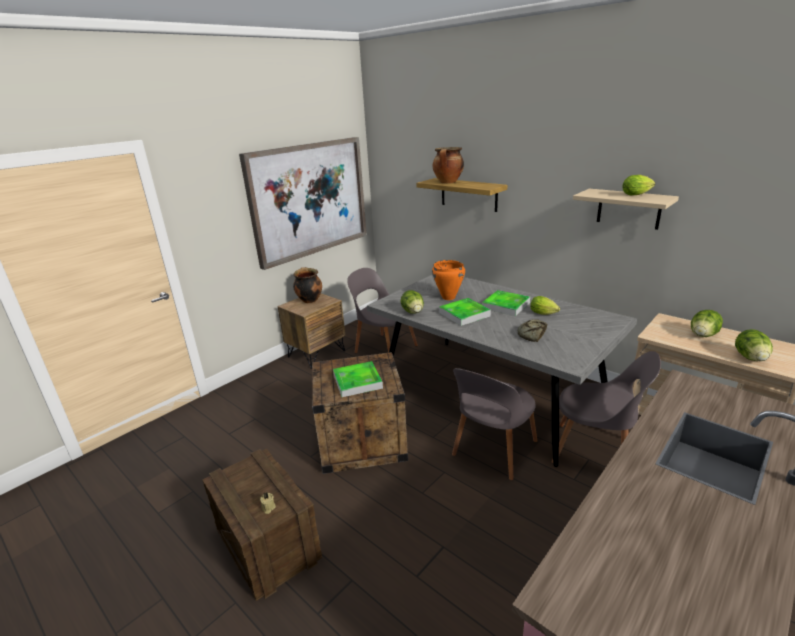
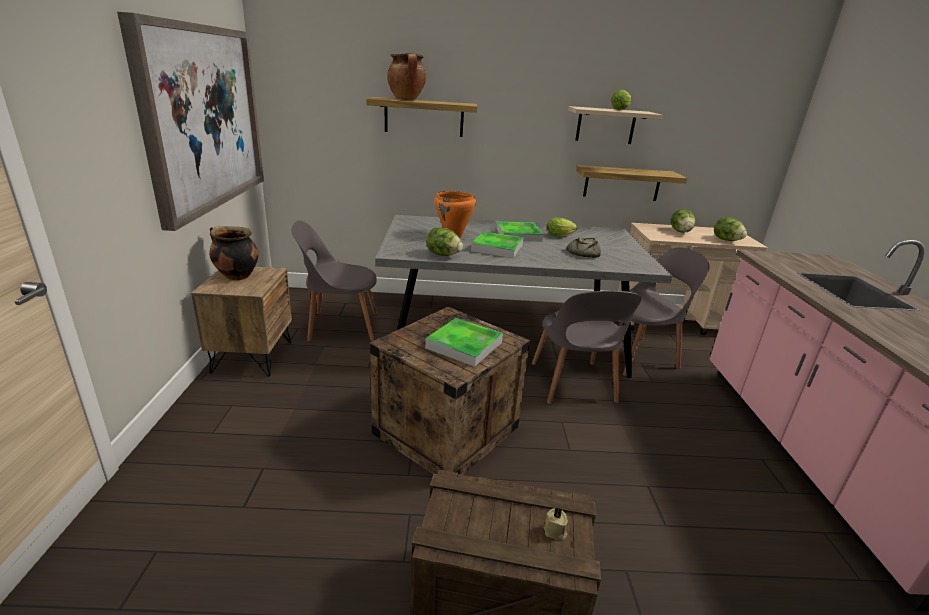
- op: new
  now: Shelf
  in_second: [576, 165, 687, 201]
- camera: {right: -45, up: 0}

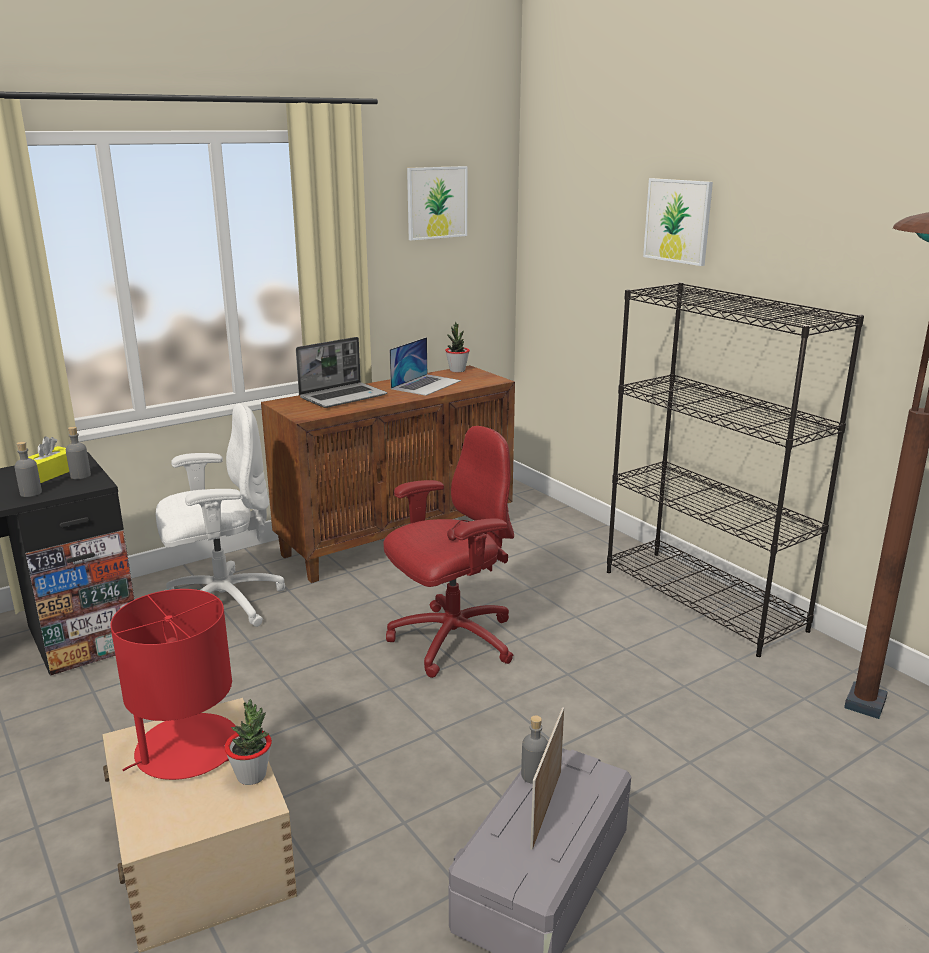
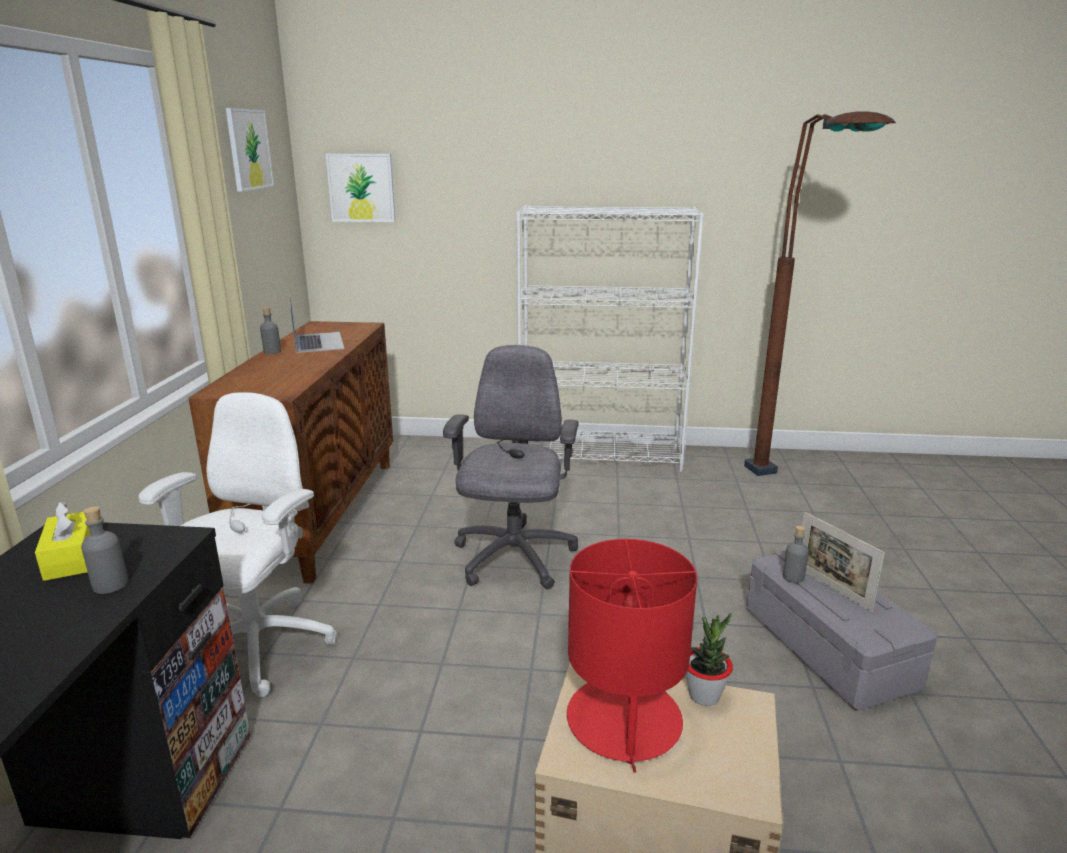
- op: gone
  was: Laptop
  in_first: [296, 337, 387, 408]
- op: gone
  was: PottedPlant
  in_first: [445, 322, 470, 372]
- op: shifted
  was: GreyBottle
  in_first: [66, 427, 91, 479]
  in_second: [260, 307, 281, 354]
- op: shifted
  was: Picture
  in_first: [643, 178, 713, 266]
  in_second: [326, 154, 396, 222]
- op: repainted
  was: RedOfficeChair
  now: GreyOfficeChair
  in_first: [383, 426, 514, 678]
  in_second: [443, 345, 579, 589]
- op: repainted
  was: BlackBookcase
  now: WhiteBookcase
  in_first: [607, 282, 864, 657]
  in_second: [516, 205, 704, 472]
- camera: {right: -50, up: 0}

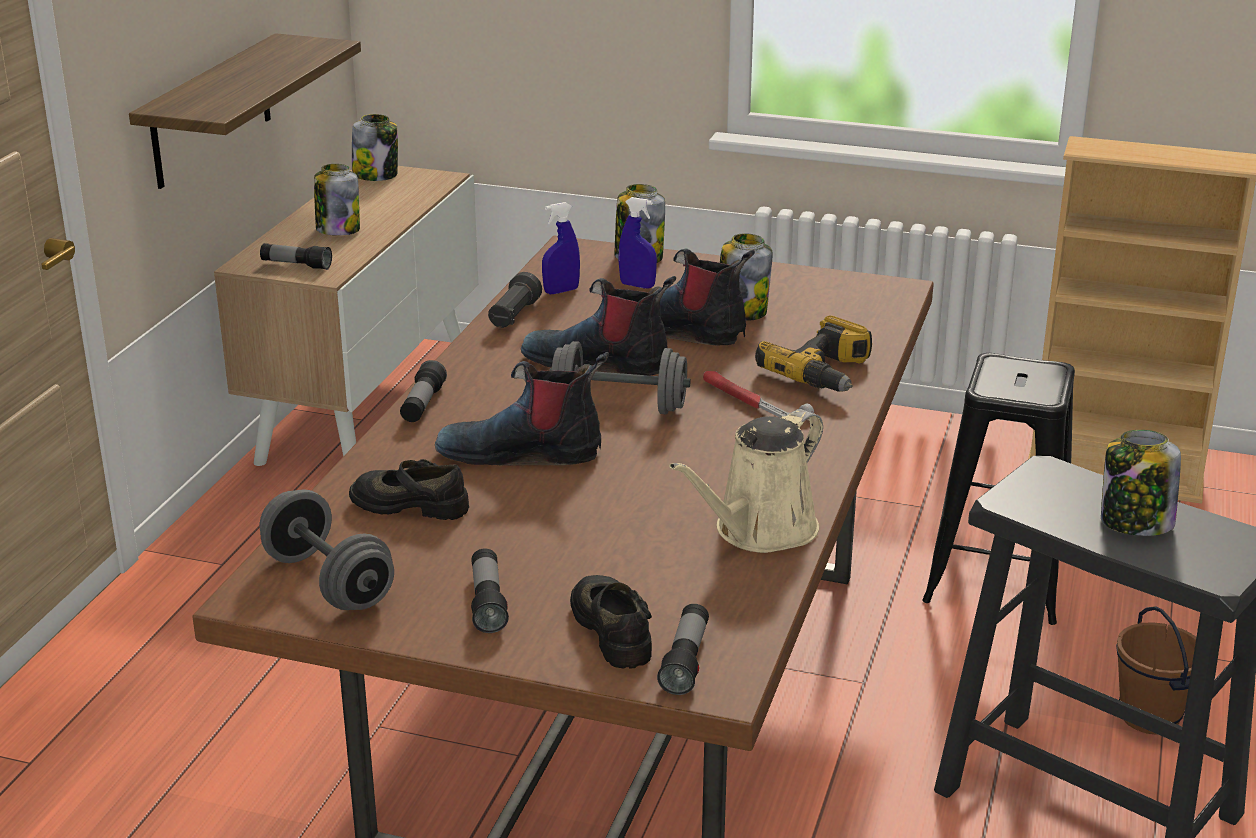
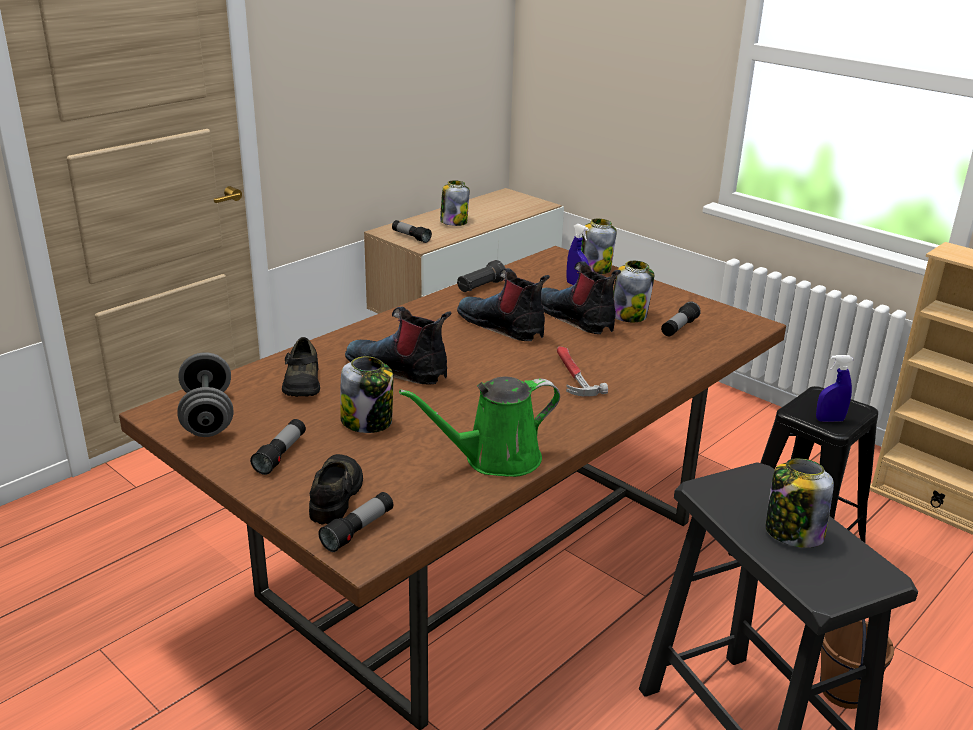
- op: gone
  was: Shelf
  in_first: [129, 33, 361, 189]
- op: gone
  was: GreyDumbbell
  in_first: [549, 341, 691, 415]
- op: gone
  was: PowerDrill
  in_first: [755, 315, 872, 392]
- op: shifted
  was: Jar
  in_first: [352, 114, 398, 181]
  in_second: [340, 356, 393, 433]
- op: shifted
  was: Flashlight
  in_first: [400, 360, 447, 422]
  in_second: [661, 301, 701, 336]
- op: shifted
  was: BlueSprayBottle
  in_first: [542, 202, 580, 294]
  in_second: [816, 355, 854, 422]
- op: repainted
  was: BeigeWateringCan
  now: GreenWateringCan
  in_first: [669, 410, 823, 553]
  in_second: [399, 377, 560, 477]
- op: rotated
  was: BlackShoe
  in_first: [349, 459, 469, 520]
  in_second: [282, 337, 320, 397]
  clockwise: -135
- camera: {right: 25, up: 0}

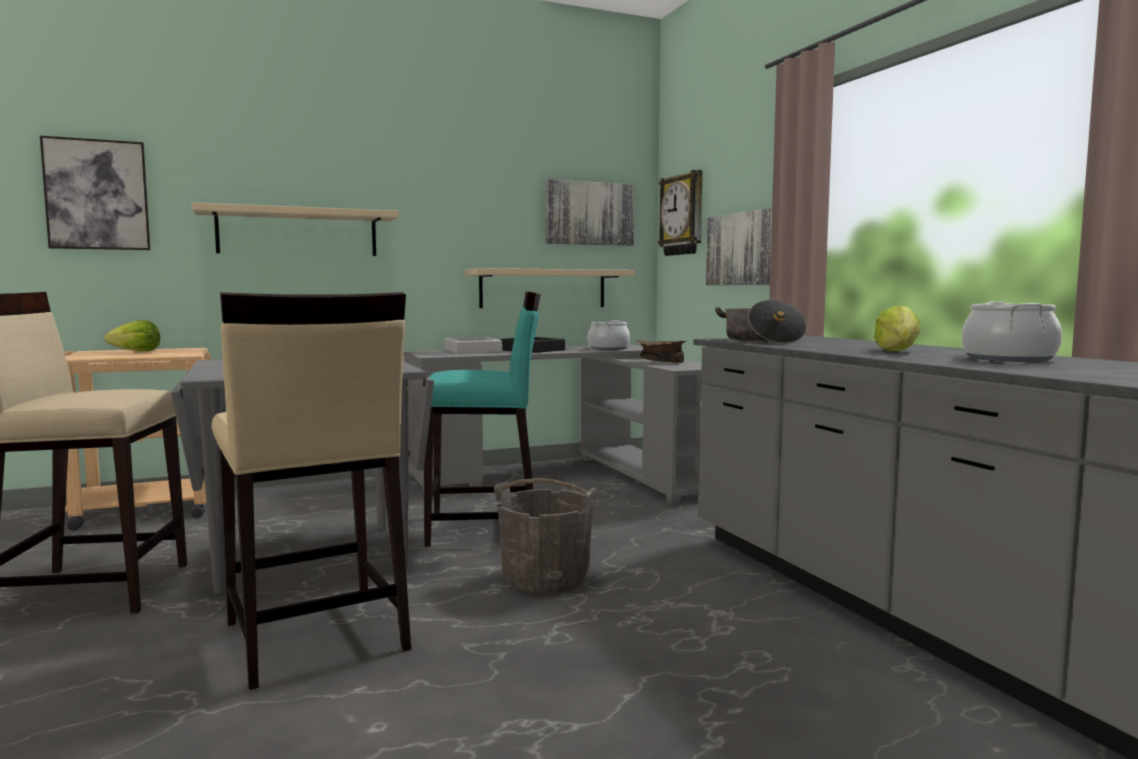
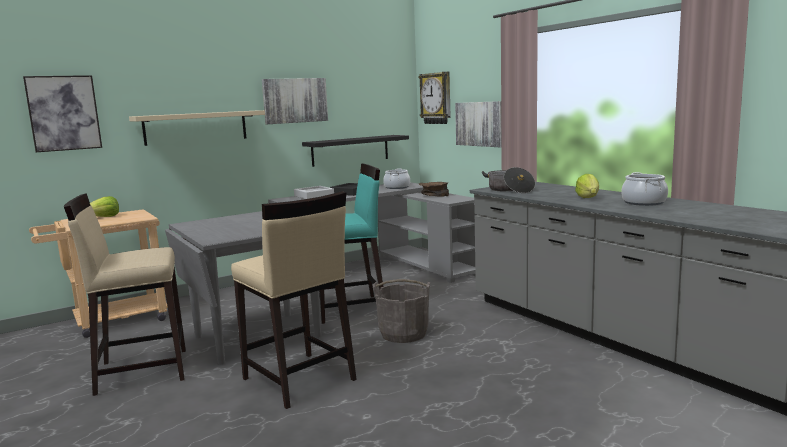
- op: shifted
  was: Picture
  in_first: [546, 179, 635, 246]
  in_second: [262, 78, 328, 124]
- op: repainted
  was: BeigeShelf
  now: BlackShelf
  in_first: [465, 268, 635, 308]
  in_second: [302, 135, 409, 167]
- camera: {right: -10, up: 5}

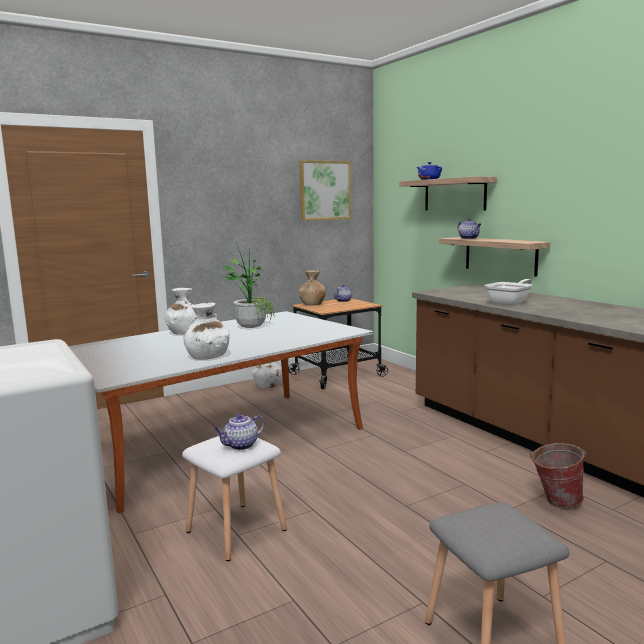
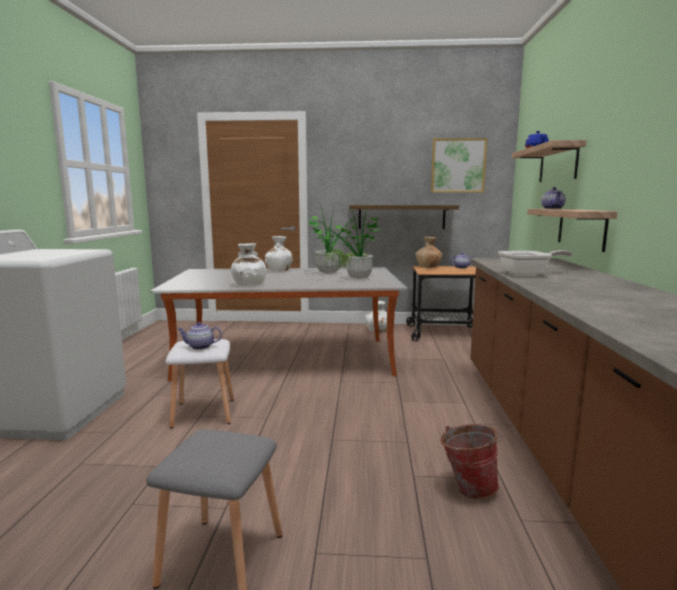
- op: new
  now: PottedPlant
  in_second: [318, 203, 381, 279]
- op: new
  now: Shelf
  in_second: [349, 205, 459, 229]
- camera: {right: 35, up: 0}

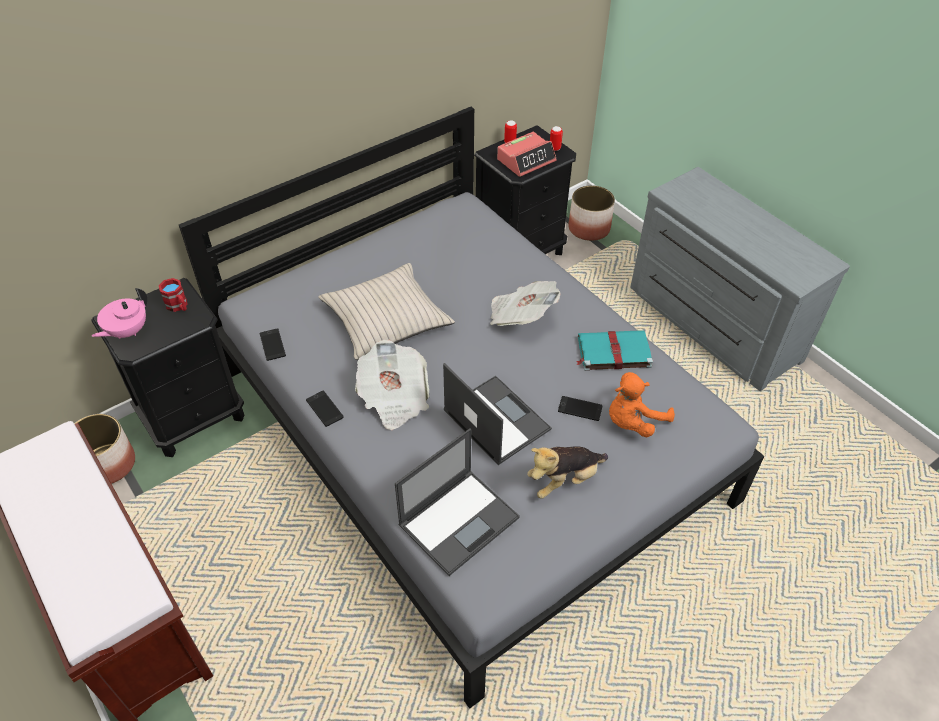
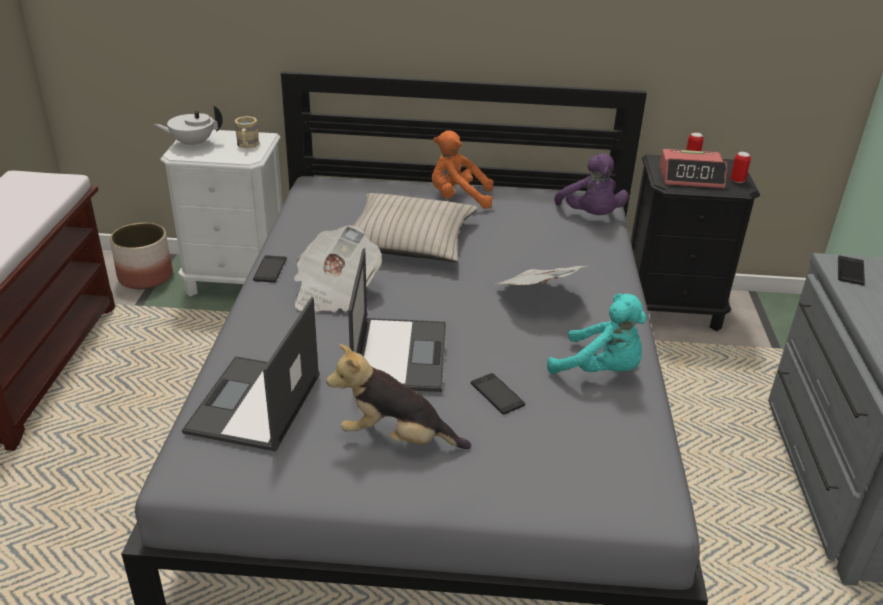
- op: gone
  was: Planter
  in_first: [569, 185, 615, 241]
- op: new
  now: PurplePlushToy
  in_second: [554, 154, 629, 215]
- op: shifted
  was: Phone
  in_first: [260, 328, 286, 361]
  in_second: [838, 256, 865, 285]
- op: shifted
  was: OrangePlushToy
  in_first: [609, 372, 675, 437]
  in_second: [432, 130, 494, 209]
- op: swapped
  was: TurquoiseBook
  now: TurquoisePlushToy
  in_first: [576, 330, 653, 371]
  in_second: [547, 294, 647, 374]
- op: repainted
  was: BlackNightstand
  now: WhiteNightstand
  in_first: [91, 278, 244, 457]
  in_second: [160, 130, 283, 296]
- op: repainted
  was: PinkTeapot
  now: WhiteTeapot
  in_first: [92, 288, 147, 339]
  in_second: [154, 105, 223, 148]
- op: repainted
  was: RedMug
  now: BeigeMug
  in_first: [159, 278, 188, 312]
  in_second: [234, 116, 259, 149]
- op: rotated
  was: Laptop
  in_first: [395, 428, 520, 576]
  in_second: [182, 297, 320, 451]
  clockwise: 105
- camera: {right: 40, up: -15}

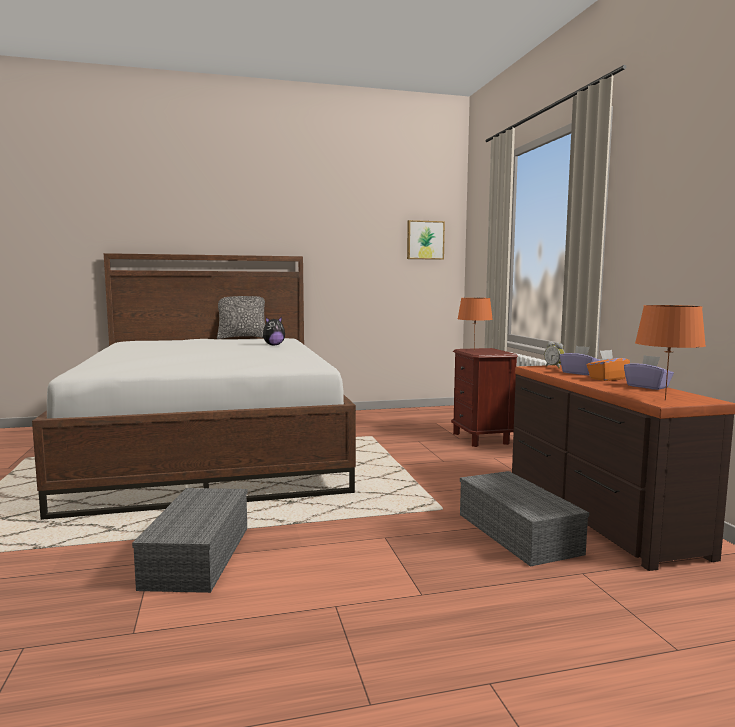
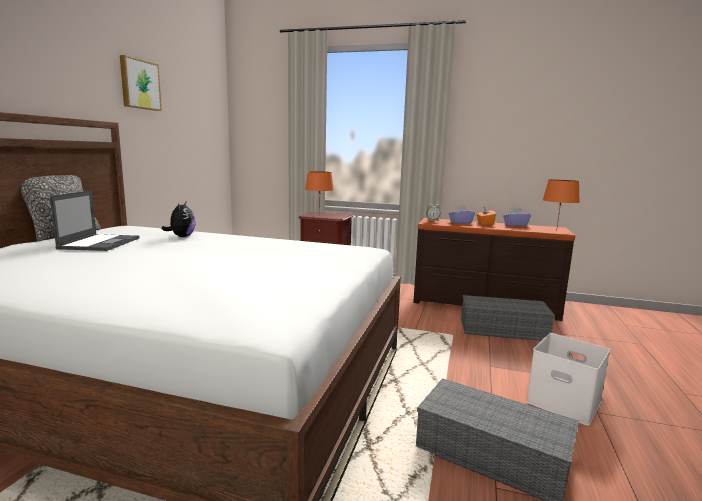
- op: new
  now: Laptop
  in_second: [50, 190, 140, 251]
- op: new
  now: WhiteStorageBox
  in_second: [526, 333, 610, 426]
- op: shifted
  was: Picture
  in_first: [407, 220, 445, 260]
  in_second: [120, 55, 162, 111]
- camera: {right: -60, up: 5}

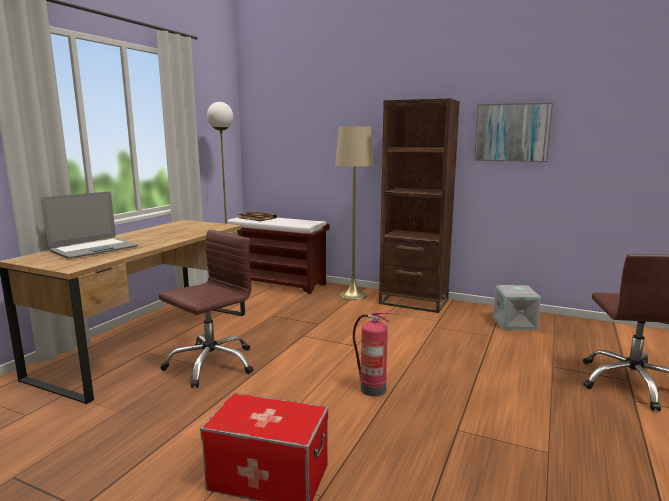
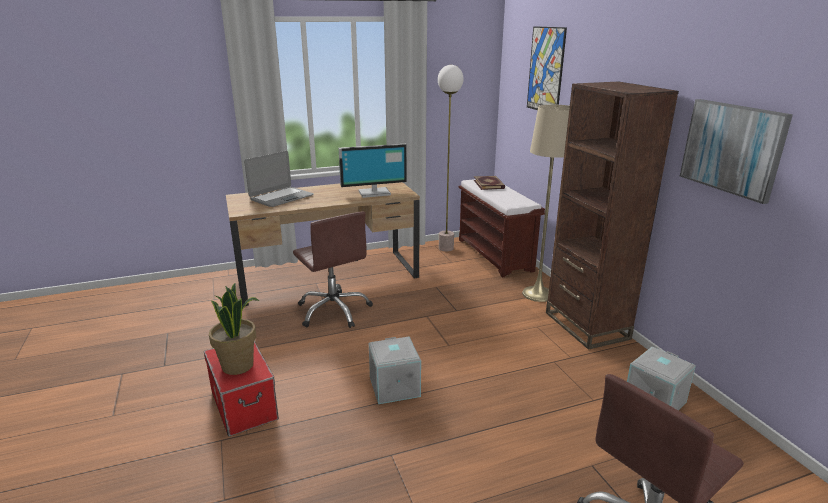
- op: new
  now: PottedPlant
  in_second: [209, 283, 259, 375]
- op: new
  now: Monitor
  in_second: [339, 144, 407, 198]
- op: new
  now: Picture
  in_second: [527, 26, 567, 110]
- op: swapped
  was: FireExtinguisher
  now: GreyStorageBox
  in_first: [353, 312, 391, 396]
  in_second: [369, 337, 421, 404]
- op: rotated
  was: Laptop
  in_first: [41, 192, 138, 259]
  in_second: [244, 151, 314, 207]
  clockwise: -45
- op: rotated
  was: BrownOfficeChair
  in_first: [159, 230, 254, 388]
  in_second: [293, 211, 373, 328]
  clockwise: 60
- camera: {right: 45, up: 10}

